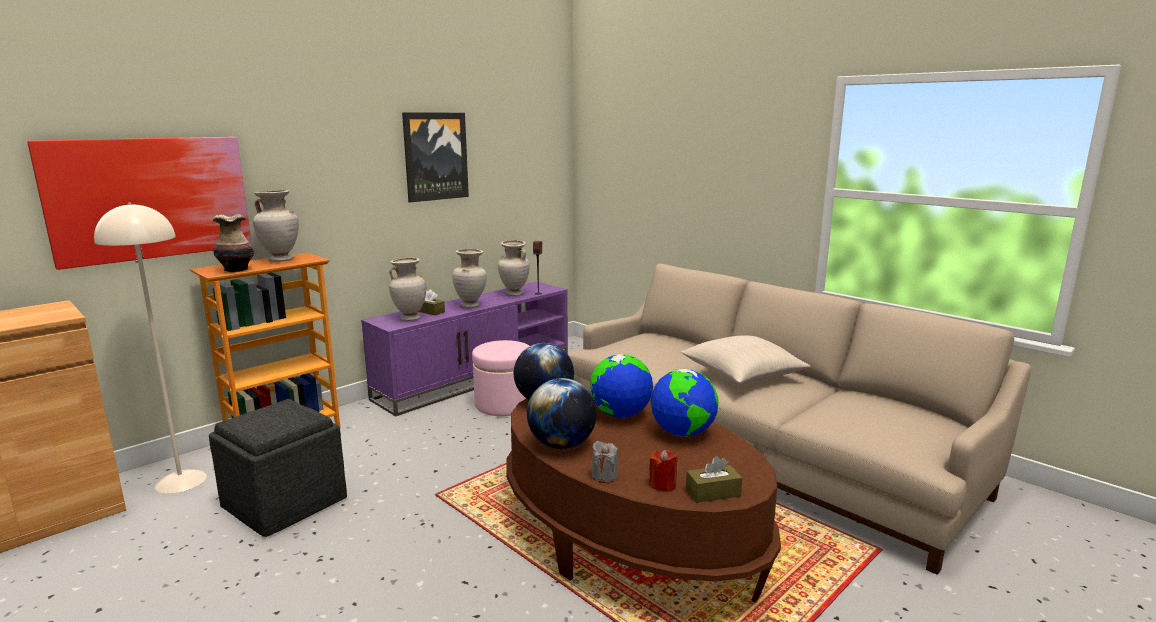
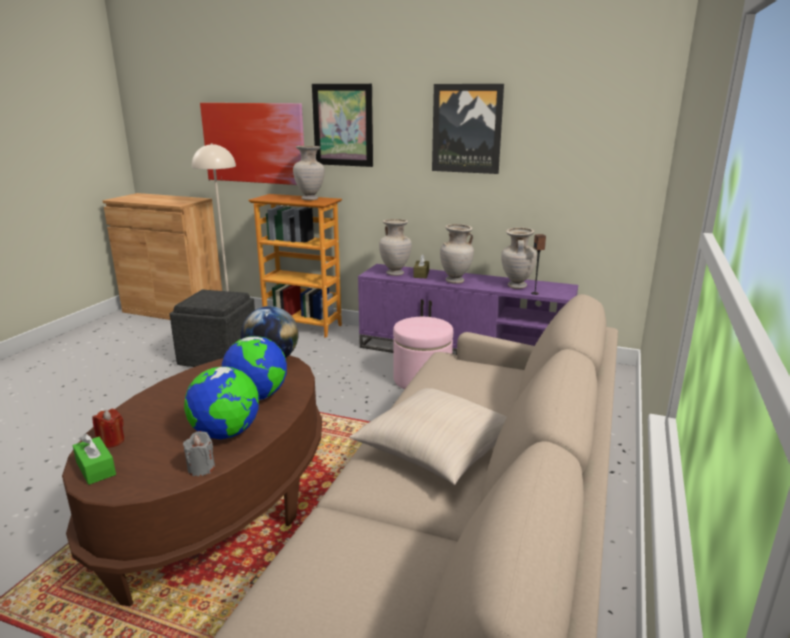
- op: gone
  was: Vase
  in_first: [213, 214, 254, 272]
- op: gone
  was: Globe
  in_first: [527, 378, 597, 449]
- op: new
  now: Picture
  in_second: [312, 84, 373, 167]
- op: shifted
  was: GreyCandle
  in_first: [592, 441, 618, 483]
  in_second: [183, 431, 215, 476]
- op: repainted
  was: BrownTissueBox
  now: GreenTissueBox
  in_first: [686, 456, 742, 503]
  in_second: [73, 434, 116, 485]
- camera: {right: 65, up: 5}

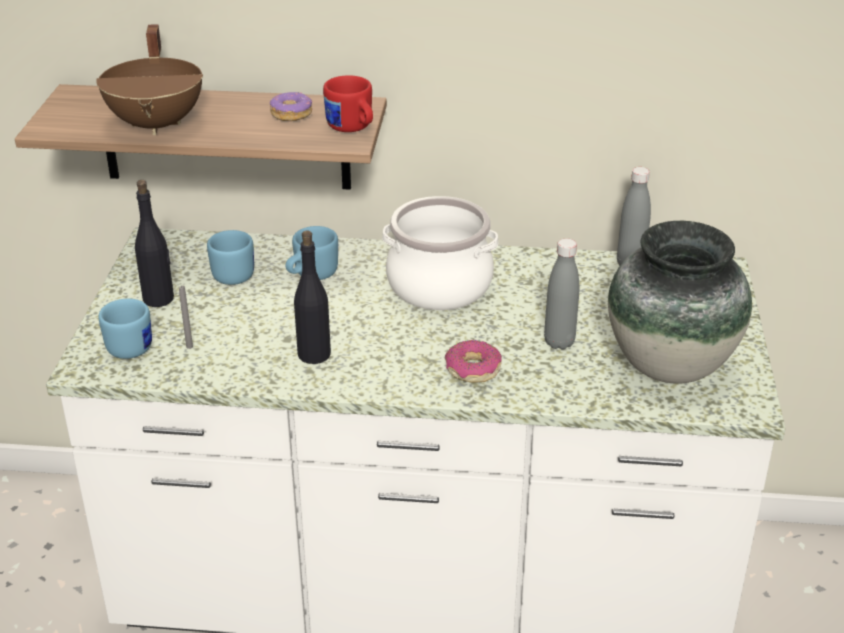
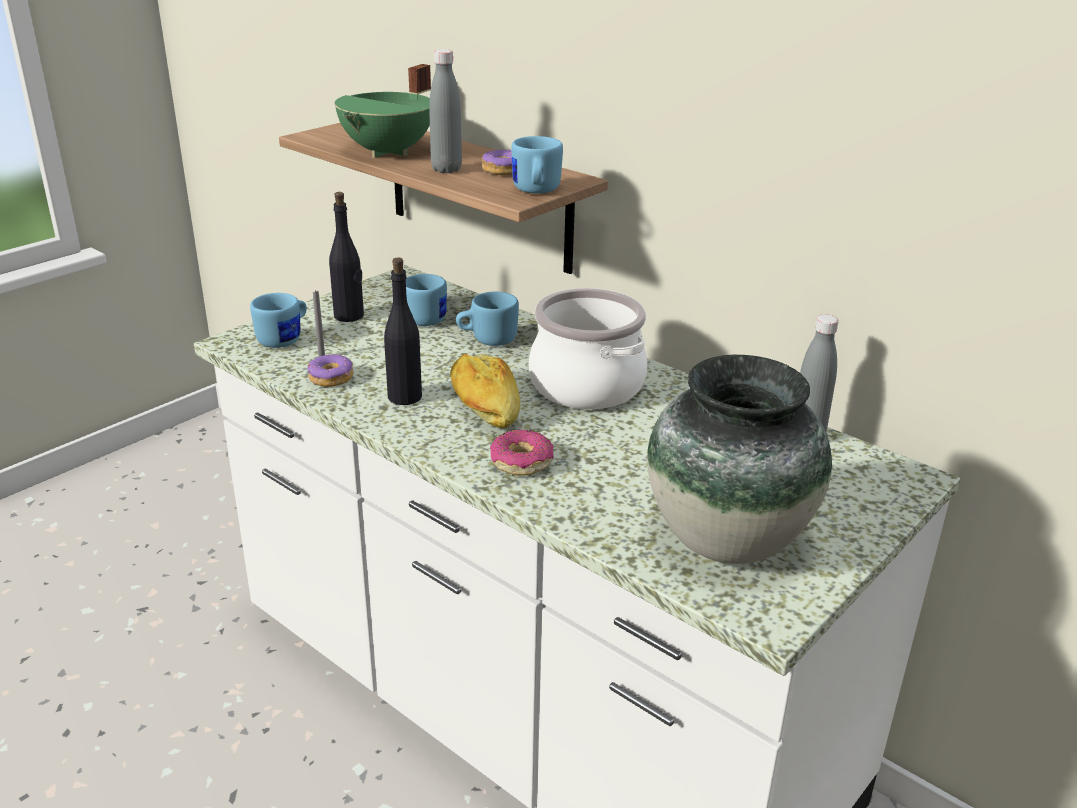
- op: new
  now: Donut
  in_second: [307, 354, 353, 387]
- op: new
  now: Bread
  in_second: [450, 354, 520, 429]
- op: shifted
  was: GreyBottle
  in_first: [544, 238, 579, 350]
  in_second: [429, 49, 462, 173]
- op: repainted
  was: BrownCookingPot
  now: GreenCookingPot
  in_first: [97, 24, 203, 135]
  in_second: [334, 64, 431, 158]
- op: repainted
  was: RedMug
  now: BlueMug
  in_first: [323, 75, 373, 132]
  in_second: [511, 136, 563, 194]
- camera: {right: 35, up: -5}

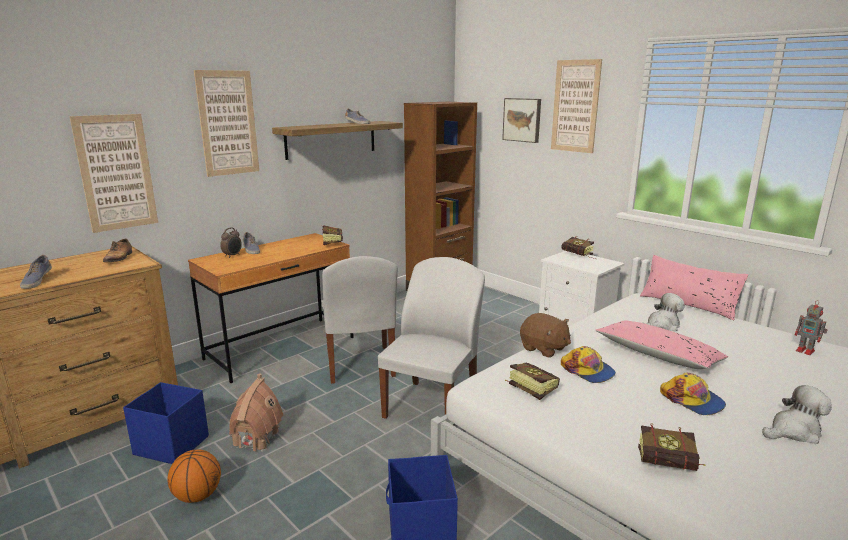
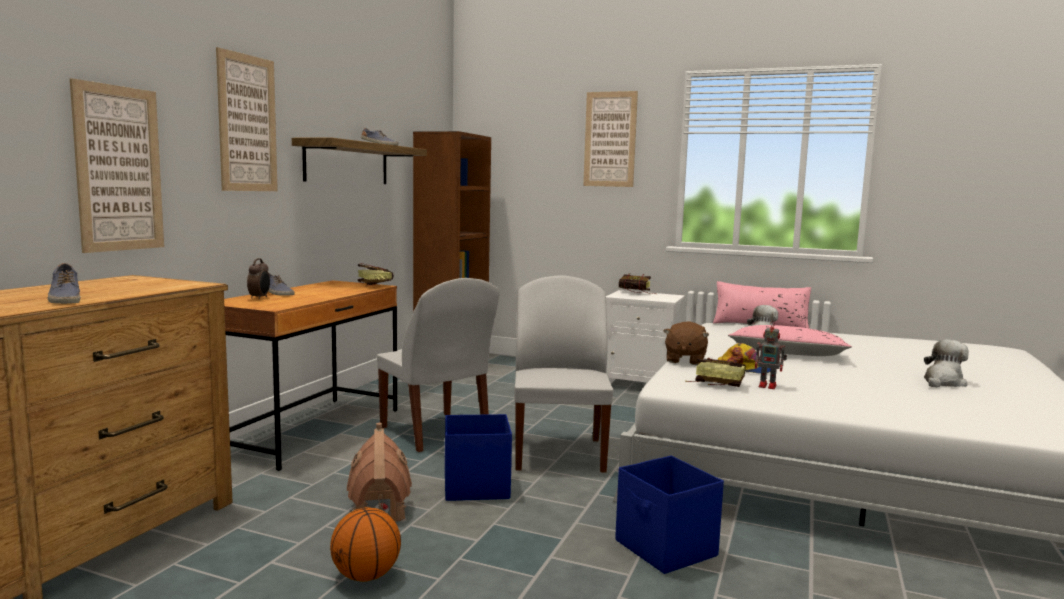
- op: gone
  was: Shoe
  in_first: [103, 239, 132, 262]
- op: gone
  was: Picture
  in_first: [502, 98, 541, 143]
- op: gone
  was: Book
  in_first: [638, 423, 705, 471]
- op: gone
  was: Cap
  in_first: [660, 373, 726, 415]
- op: shifted
  was: BlueStorageBox
  in_first: [123, 382, 209, 464]
  in_second: [445, 414, 512, 501]
- op: shifted
  was: ToyRobot
  in_first: [795, 300, 827, 355]
  in_second: [755, 321, 787, 389]
- op: rotated
  was: BrownPlushToy
  in_first: [520, 313, 571, 357]
  in_second: [664, 321, 709, 365]
  clockwise: 90
- camera: {right: -25, up: -10}

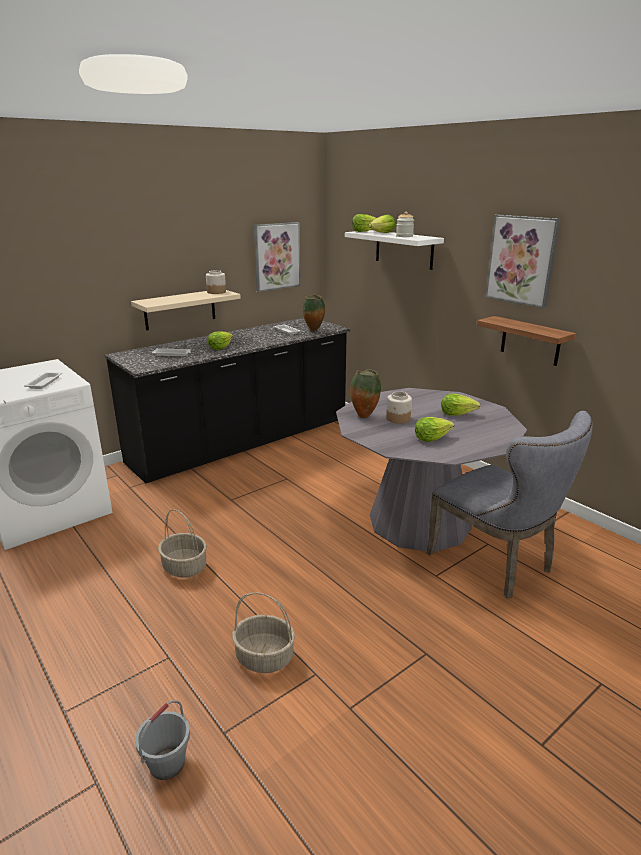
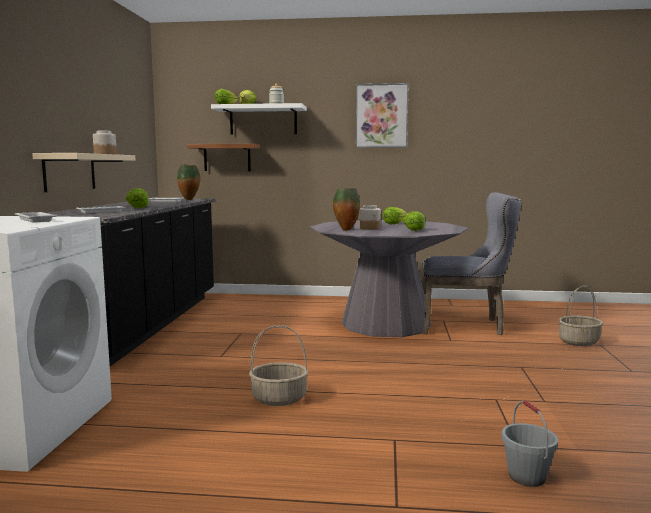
- op: gone
  was: Picture
  in_first: [254, 222, 300, 292]
- op: shifted
  was: Basket
  in_first: [232, 593, 295, 673]
  in_second: [558, 285, 603, 346]
- op: shifted
  was: Shelf
  in_first: [477, 316, 576, 366]
  in_second: [187, 144, 260, 171]
- camera: {right: -45, up: -15}

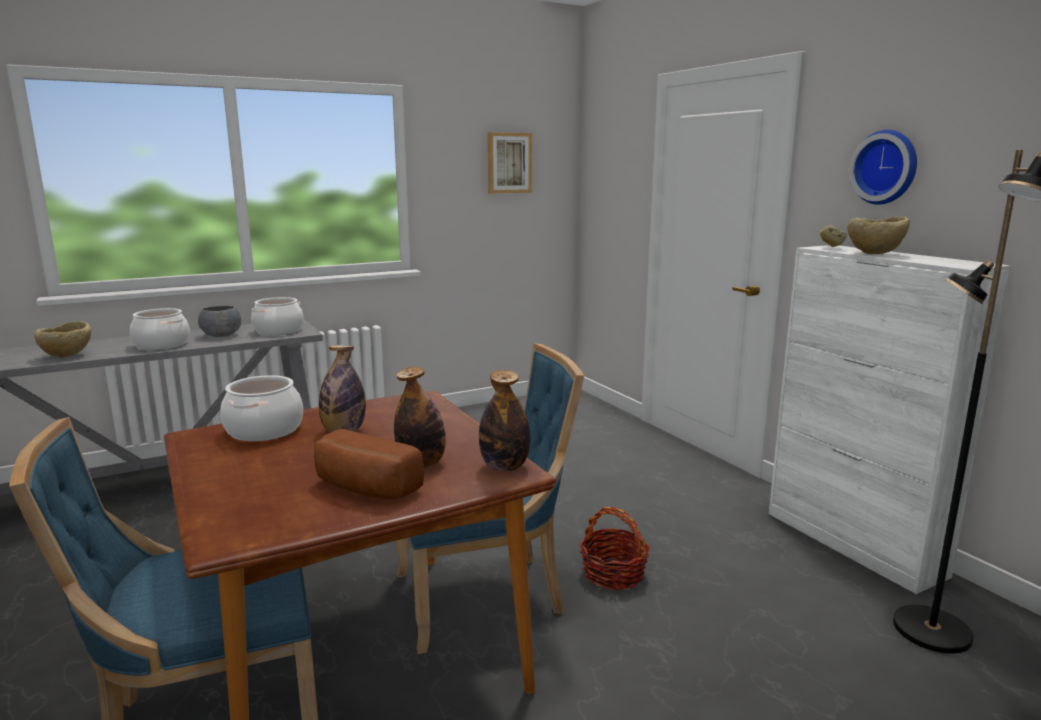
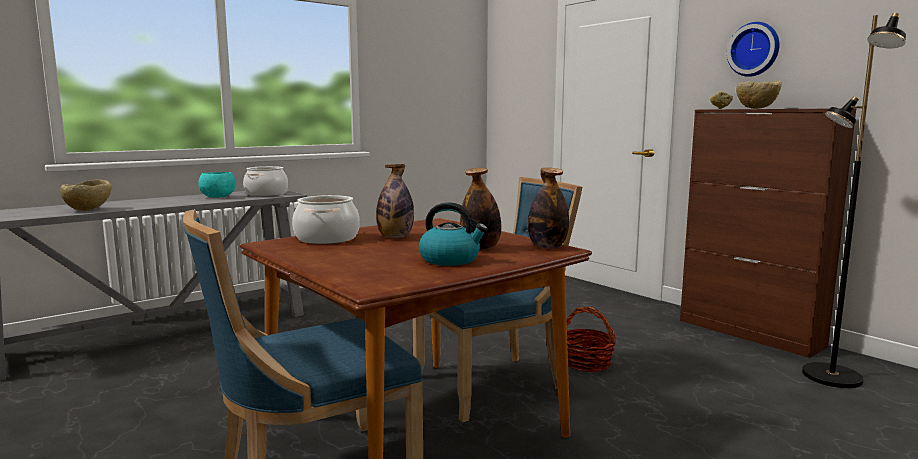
- op: gone
  was: CookingPot
  in_first: [130, 308, 190, 350]
- op: gone
  was: Picture
  in_first: [488, 132, 532, 194]
- op: swapped
  was: Bread
  now: Kettle
  in_first: [314, 429, 424, 500]
  in_second: [419, 202, 488, 266]
- op: repainted
  was: GreyBowl
  now: TurquoiseBowl
  in_first: [198, 306, 241, 337]
  in_second: [198, 172, 236, 198]
- op: repainted
  was: WhiteCabinet
  now: BrownCabinet
  in_first: [769, 245, 1010, 594]
  in_second: [680, 108, 856, 358]
- camera: {right: -10, up: -5}

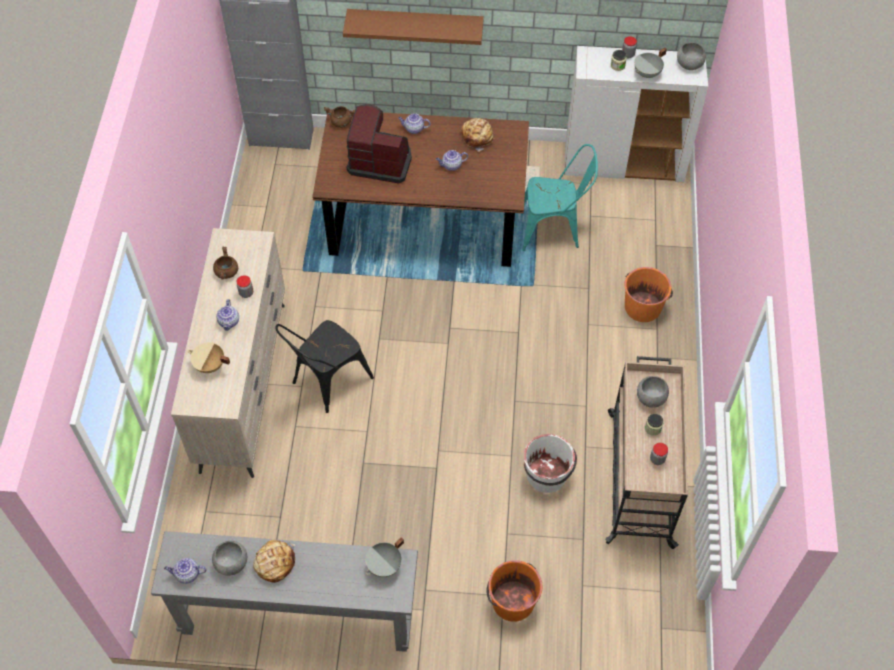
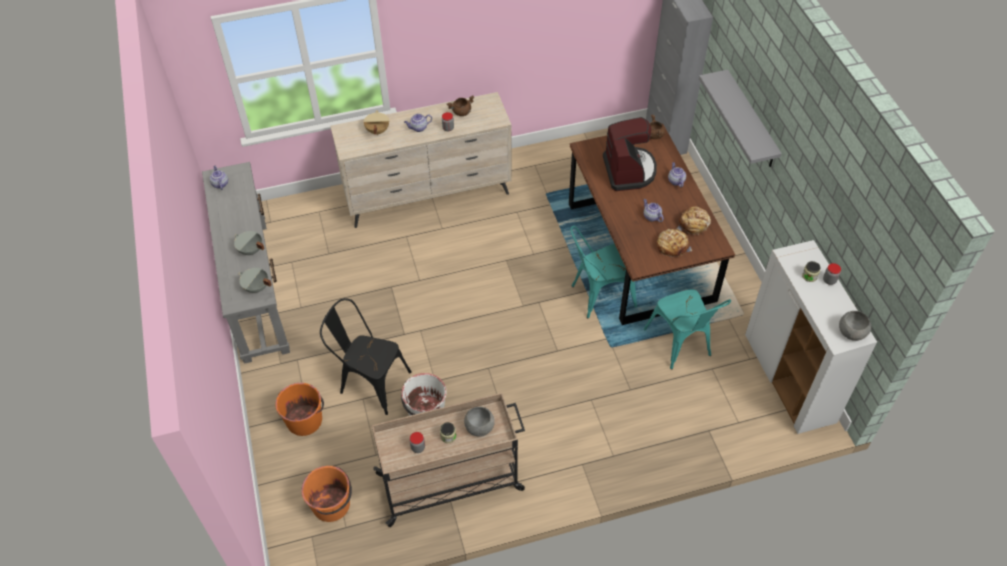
- op: gone
  was: GreyBowl
  in_first: [212, 541, 247, 576]
- op: new
  now: TurquoiseChair
  in_second: [570, 226, 637, 318]
- op: shifted
  was: Bread
  in_first: [253, 540, 295, 583]
  in_second: [657, 229, 692, 258]
- op: shifted
  was: BlackChair
  in_first: [275, 320, 374, 413]
  in_second: [320, 298, 412, 415]
- op: shifted
  was: OrangeBucket
  in_first: [625, 267, 673, 322]
  in_second: [301, 466, 352, 522]
- op: shifted
  was: GreyCookingPot
  in_first: [634, 48, 667, 78]
  in_second: [234, 231, 265, 255]
- op: repainted
  was: BrownShelf
  now: GreyShelf
  in_first: [343, 9, 484, 45]
  in_second: [699, 70, 782, 167]
- camera: {right: 70, up: -5}

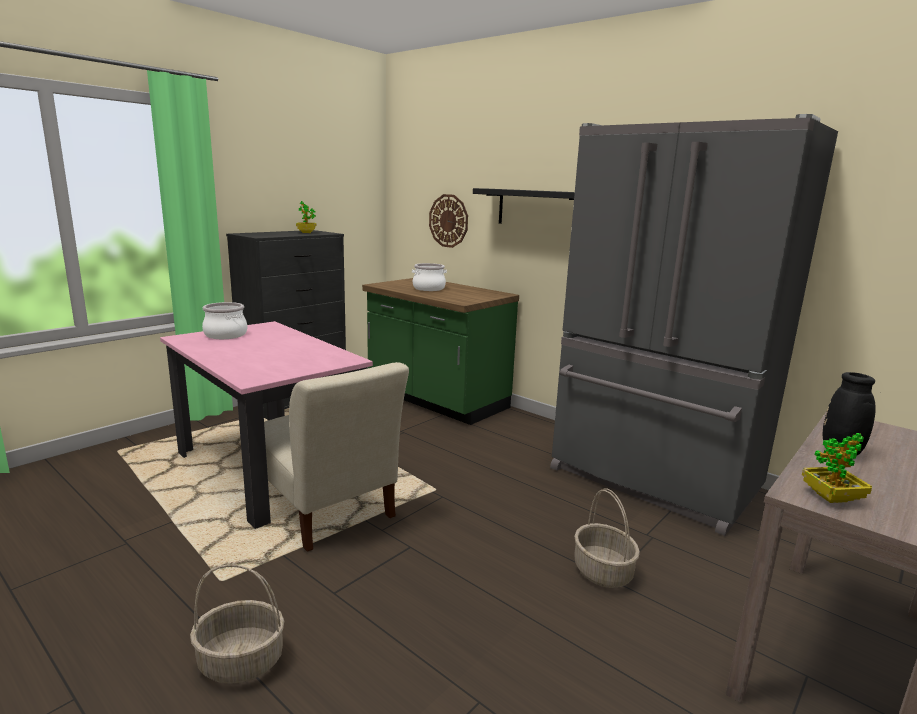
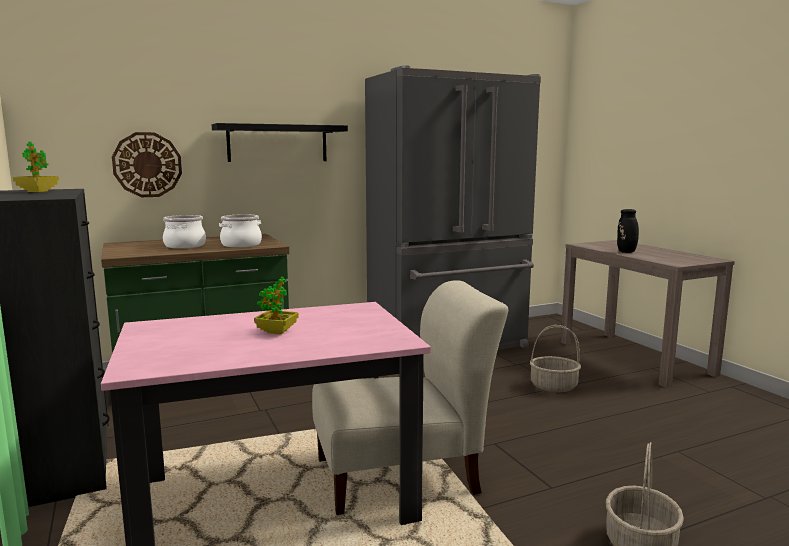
- op: shifted
  was: CookingPot
  in_first: [202, 302, 247, 339]
  in_second: [219, 214, 262, 248]
- op: shifted
  was: PottedPlant
  in_first: [802, 433, 872, 503]
  in_second: [254, 277, 299, 334]
- camera: {right: -65, up: -5}

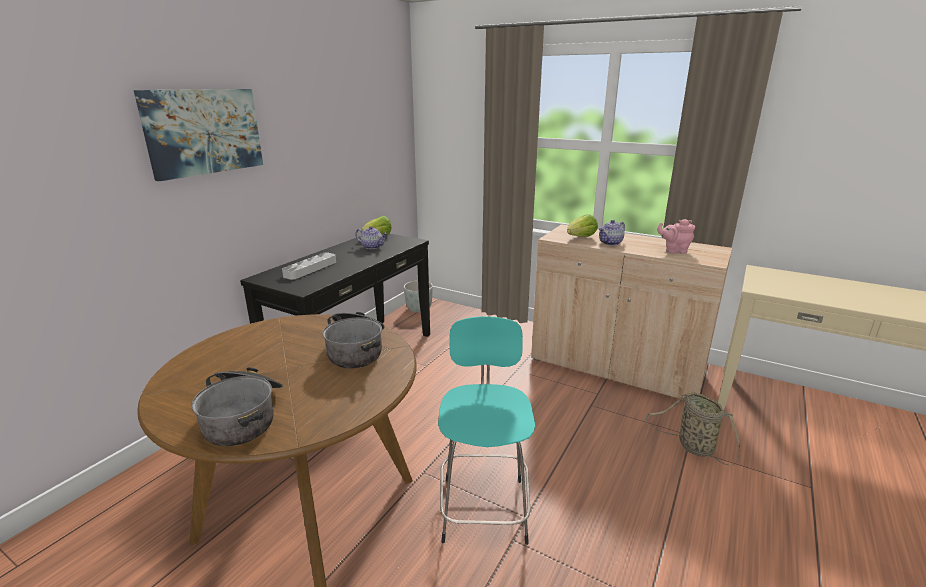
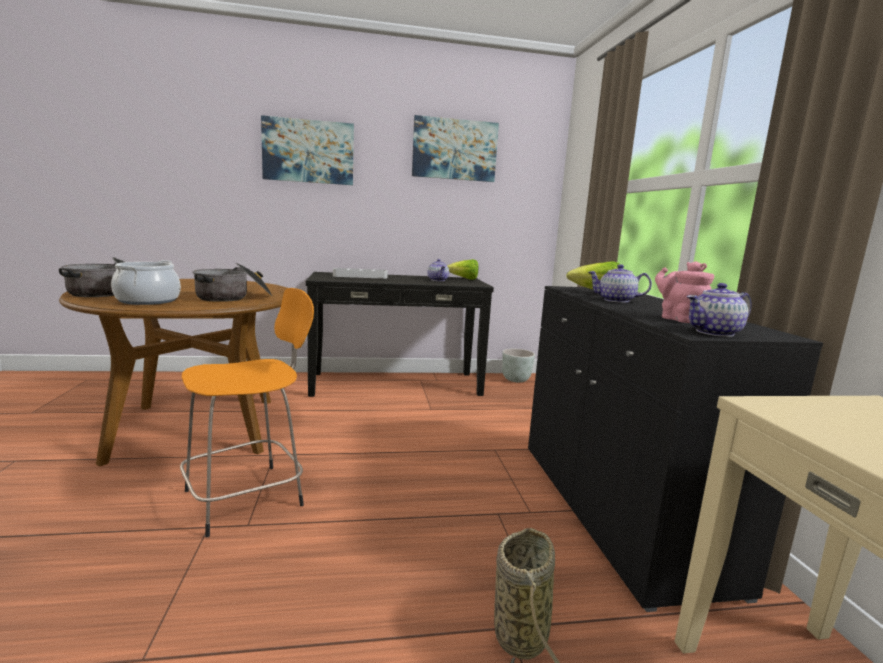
- op: new
  now: CookingPot
  in_second: [111, 260, 181, 305]
- op: new
  now: Picture
  in_second: [412, 115, 499, 182]
- op: new
  now: Teapot
  in_second: [687, 283, 752, 337]
- op: repainted
  was: TurquoiseStool
  now: OrangeStool
  in_first: [438, 316, 535, 545]
  in_second: [180, 288, 314, 537]
- op: repainted
  was: BeigeCabinet
  now: BlackCabinet
  in_first: [531, 224, 732, 400]
  in_second: [528, 286, 823, 612]
- camera: {right: 50, up: -10}

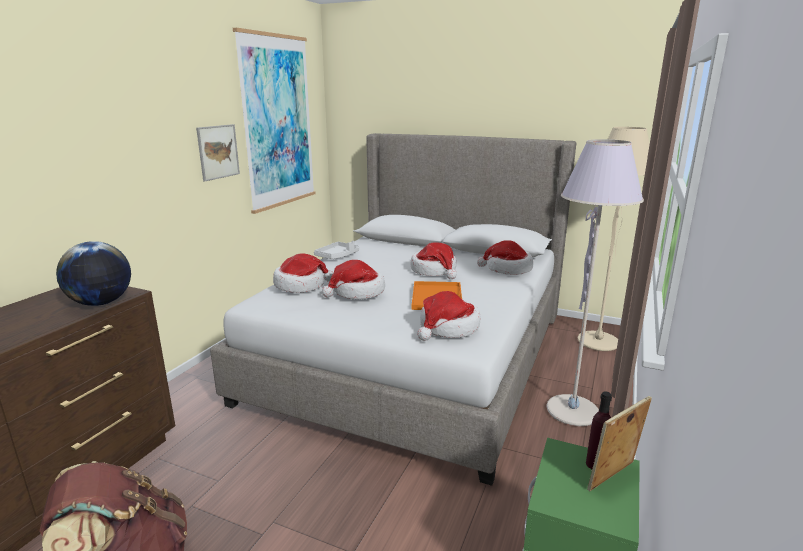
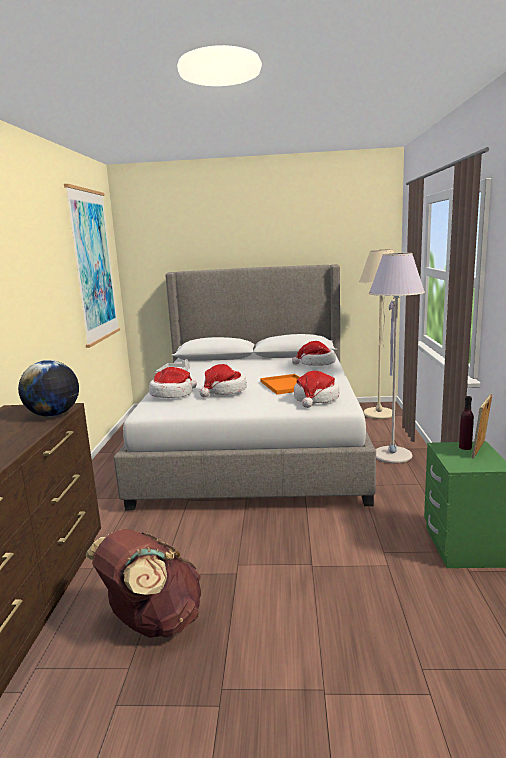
- op: gone
  was: Picture
  in_first: [196, 124, 240, 181]
- op: gone
  was: Hat
  in_first: [411, 242, 457, 279]
- camera: {right: -20, up: -5}

